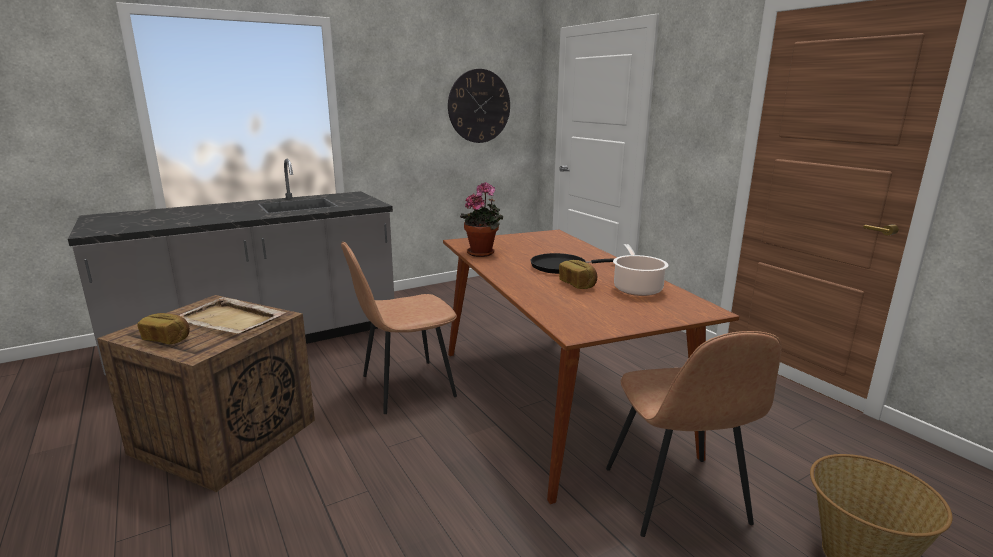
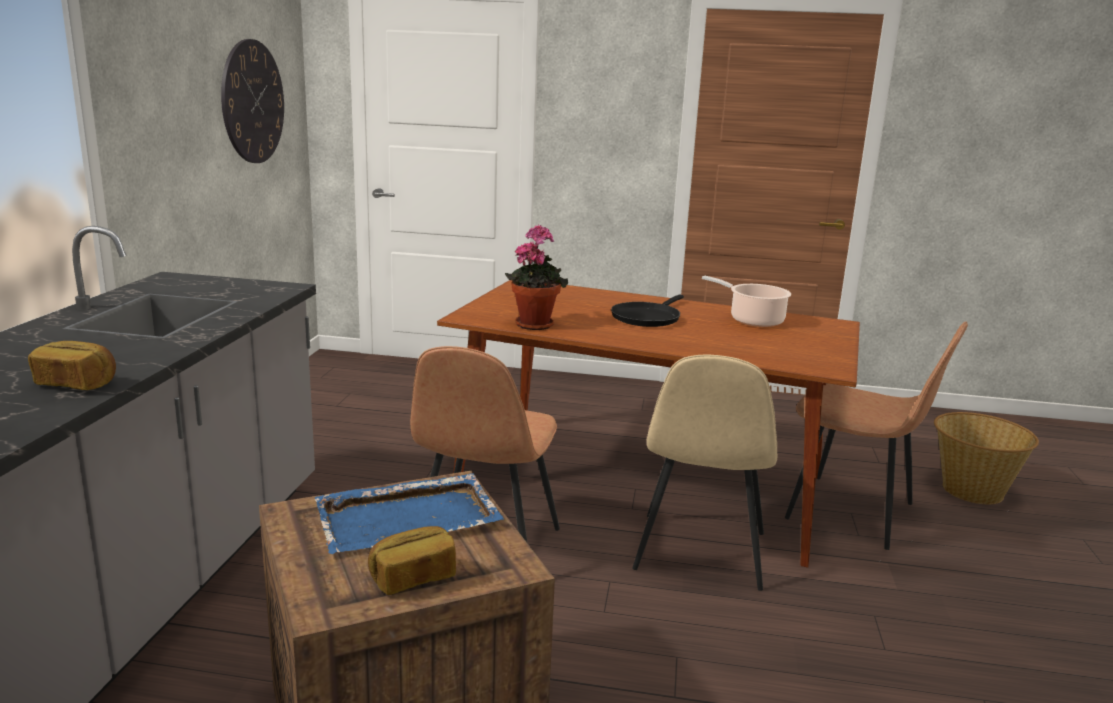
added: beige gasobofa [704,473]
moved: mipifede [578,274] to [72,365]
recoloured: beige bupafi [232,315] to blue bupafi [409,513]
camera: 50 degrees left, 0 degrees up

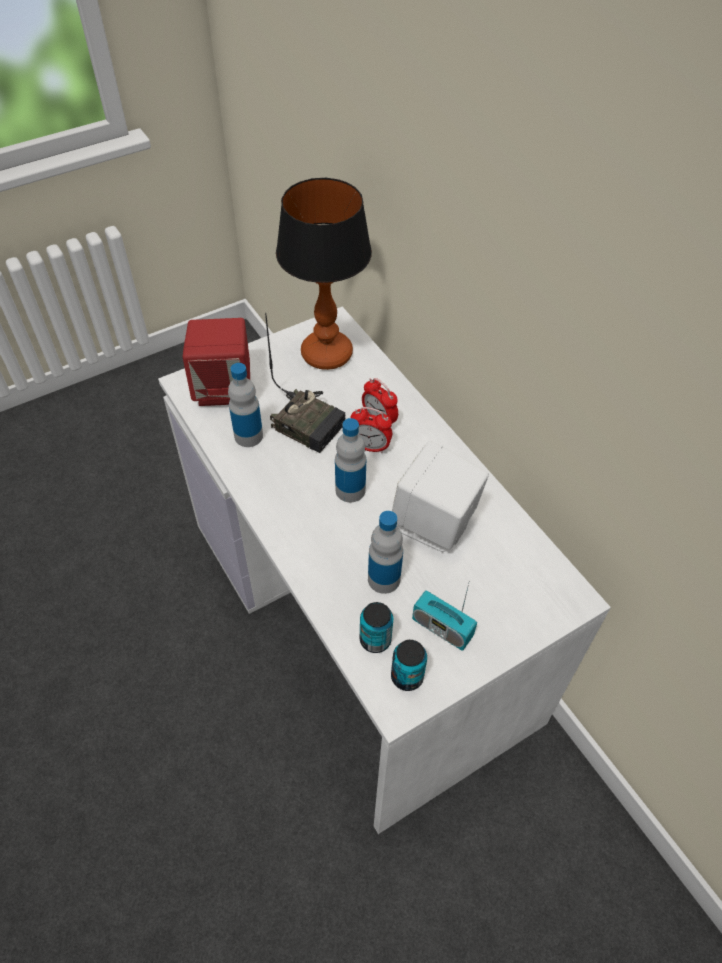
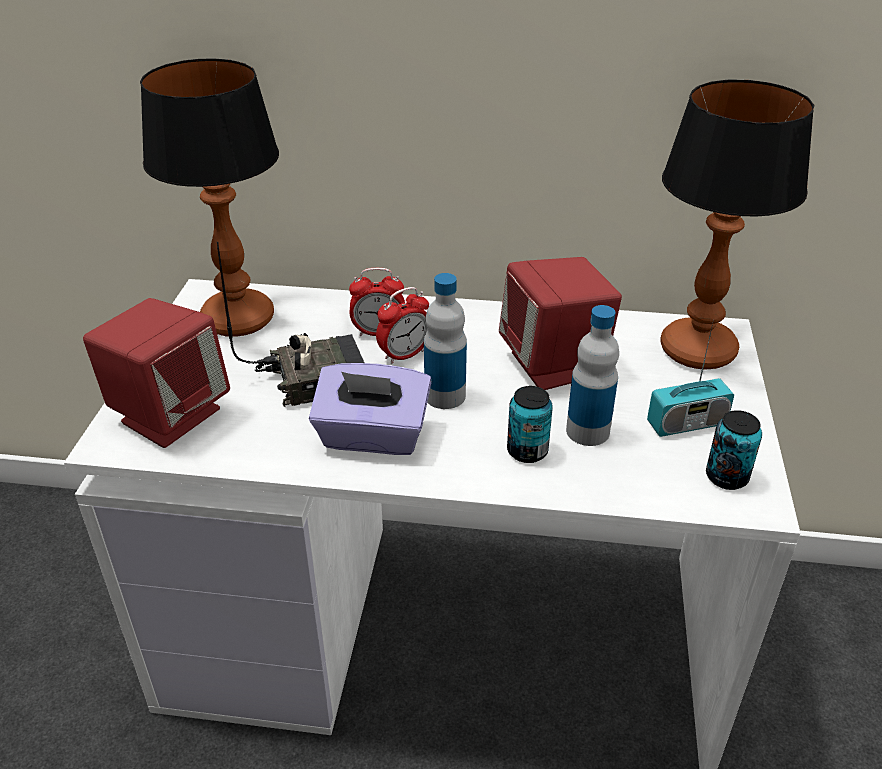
removed: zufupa [245,405]
added: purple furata [370,409]; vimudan [737,225]
moved: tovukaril [376,627] to [530,424]
recoloured: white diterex [440,496] to red diterex [560,323]
camera: 50 degrees left, 15 degrees down

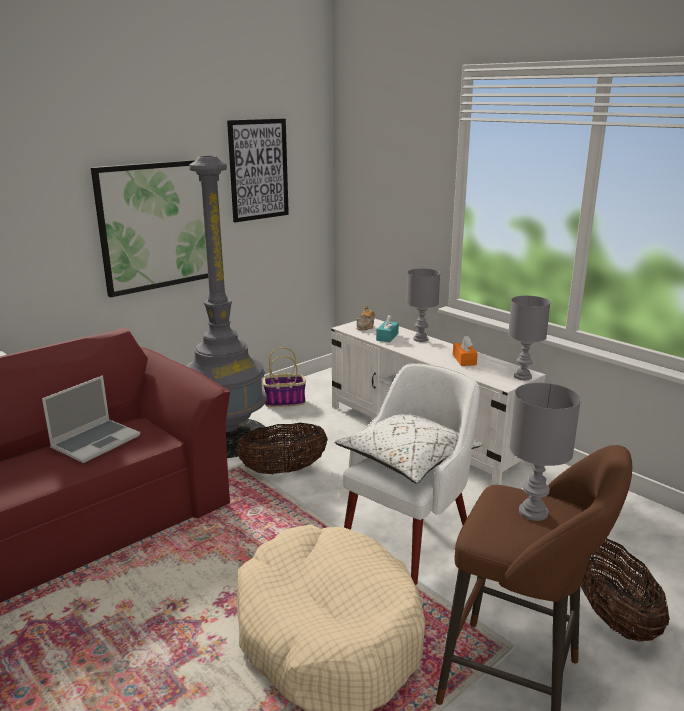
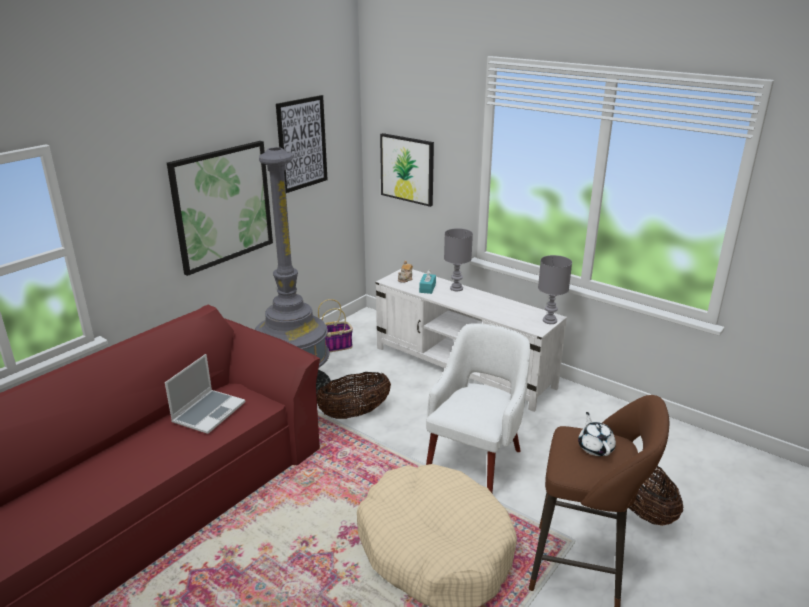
removed: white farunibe [408,448]; orange furata [465,351]
added: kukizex [407,170]
replaced: grey vimudan [545,452] to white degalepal [597,434]
camera: 10 degrees left, 5 degrees up

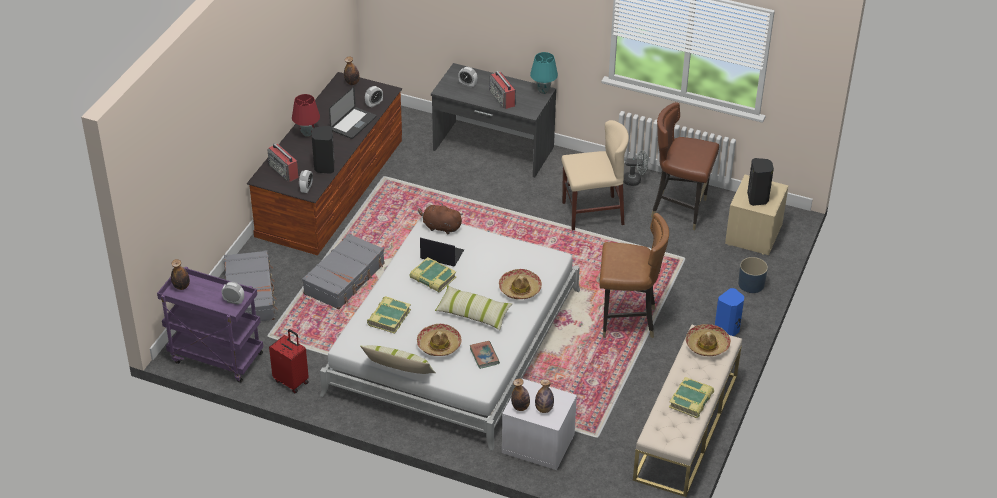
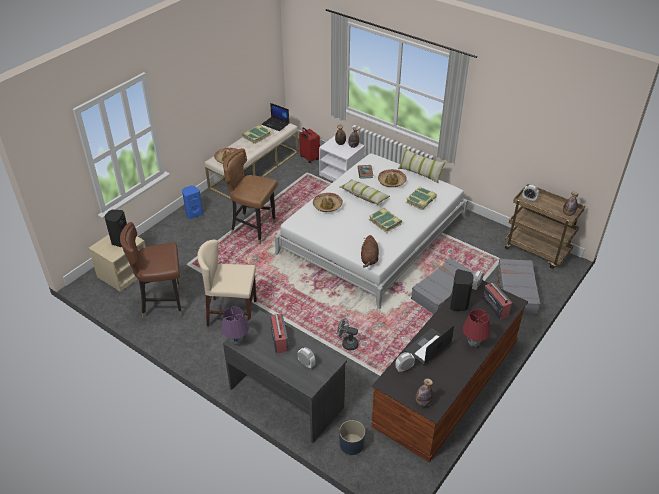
moved: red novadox [289,361] to [309,145]; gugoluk [442,252] to [275,117]; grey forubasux [636,168] to [348,334]; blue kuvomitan [753,275] to [352,437]
recoloured: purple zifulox [210,325] to brown zifulox [545,226]; turquoise vimudan [544,73] to purple vimudan [235,326]
turned: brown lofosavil [440,218] = [370,251] 60 degrees clockwise; brown gasobofa [685,166] = [151,270] 135 degrees clockwise
camera: 165 degrees left, 0 degrees up

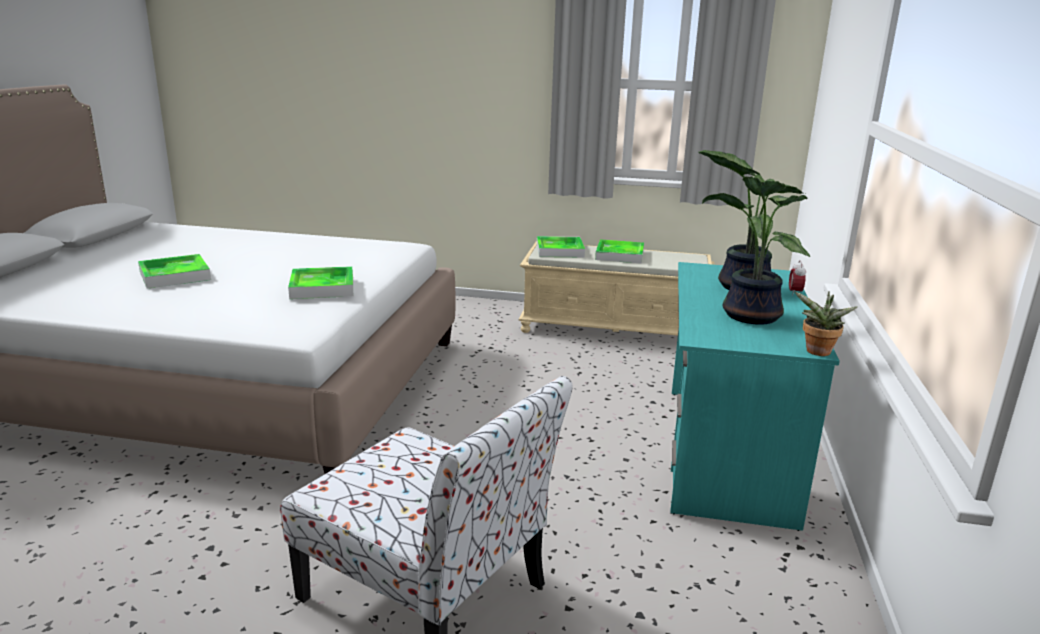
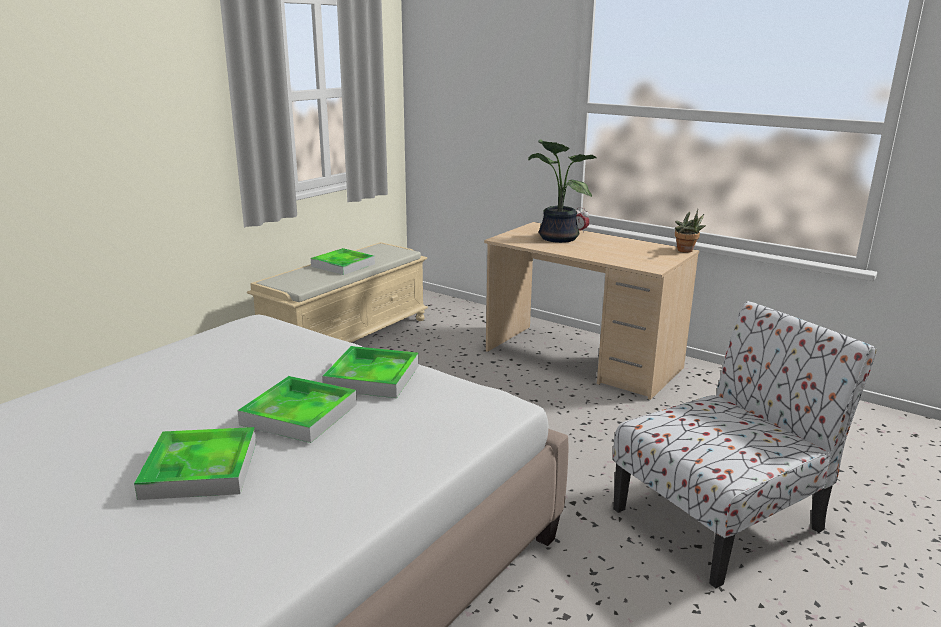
removed: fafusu [756,250]
moved: bupafi [561,247] to [297,409]
recoloured: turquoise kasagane [755,396] to beige kasagane [591,311]
camera: 65 degrees left, 0 degrees up

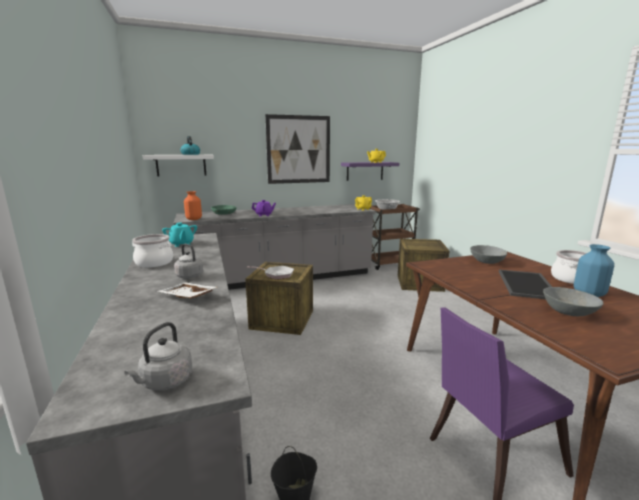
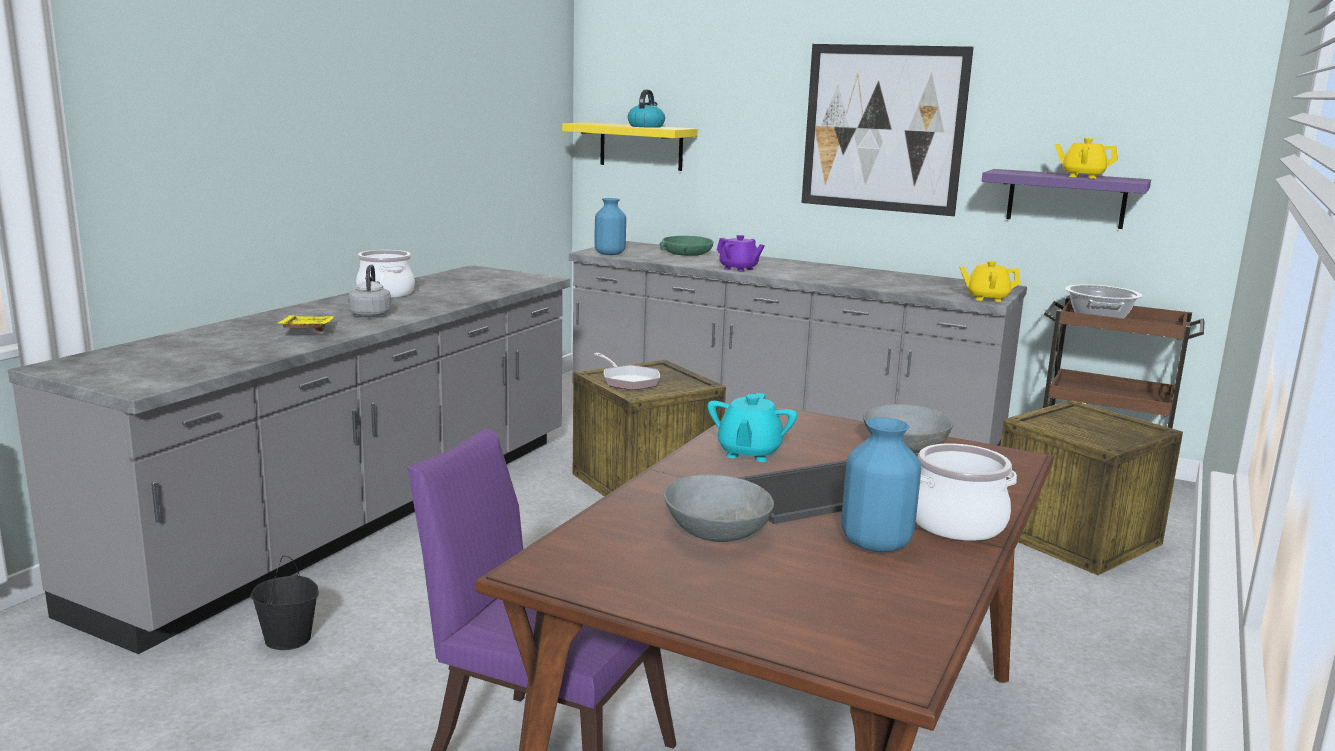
removed: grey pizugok [158,356]
moved: turquoise degalepal [179,234] to [752,427]
recoloured: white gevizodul [178,166] to yellow gevizodul [630,146]; white bupafi [187,291] to yellow bupafi [305,323]; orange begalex [193,205] to blue begalex [610,226]
camera: 45 degrees right, 0 degrees up

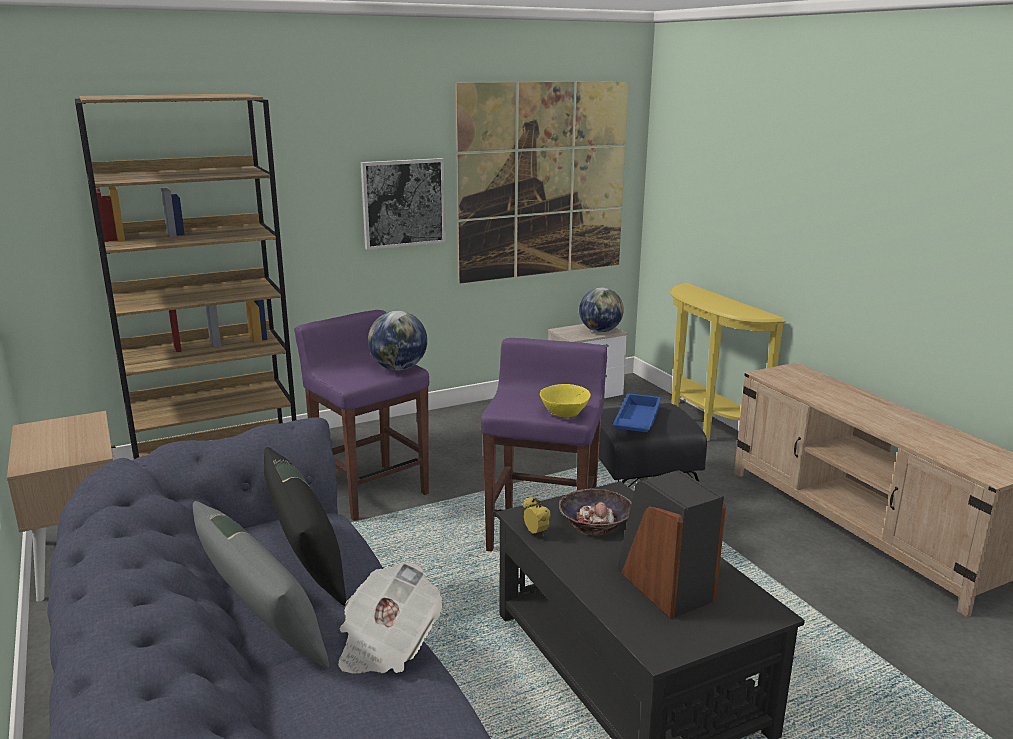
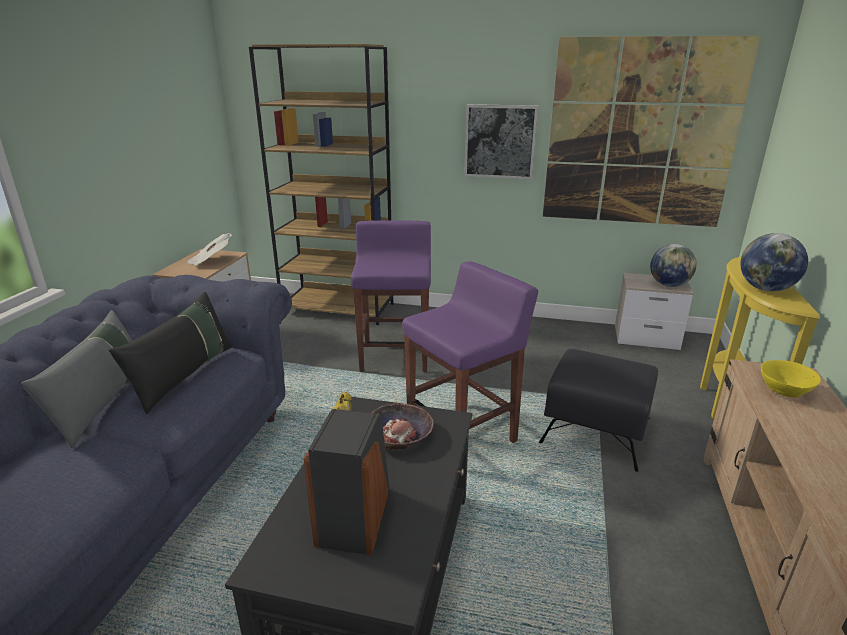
removed: blue bupafi [637,412]
moved: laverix [390,617] to [210,249]; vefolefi [397,340] to [774,262]; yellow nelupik [565,400] to [791,379]
camera: 40 degrees right, 5 degrees up

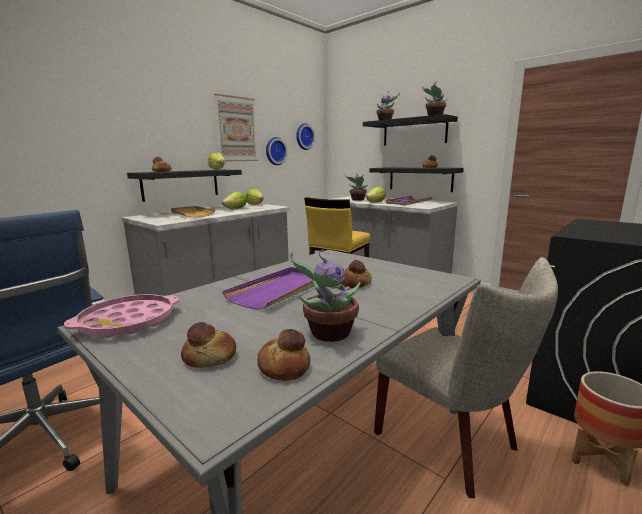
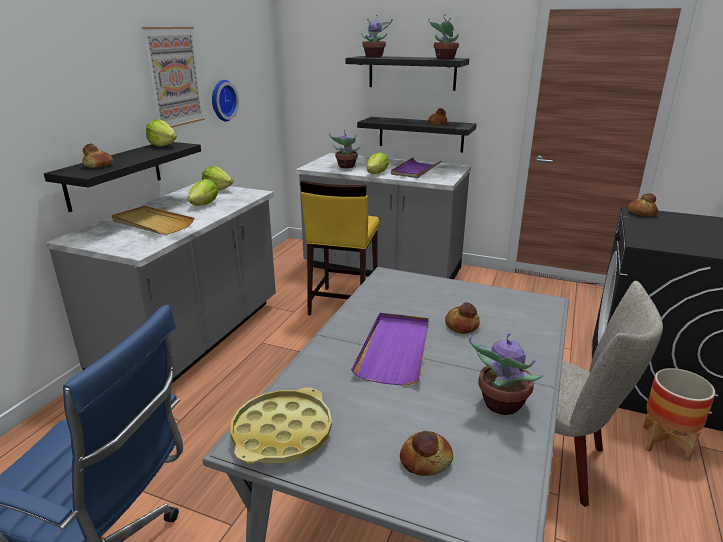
removed: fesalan [305,136]
moved: mipifede [283,355] to [643,205]
recoloured: pink bupafi [121,316] to yellow bupafi [281,425]
camera: 20 degrees left, 10 degrees up

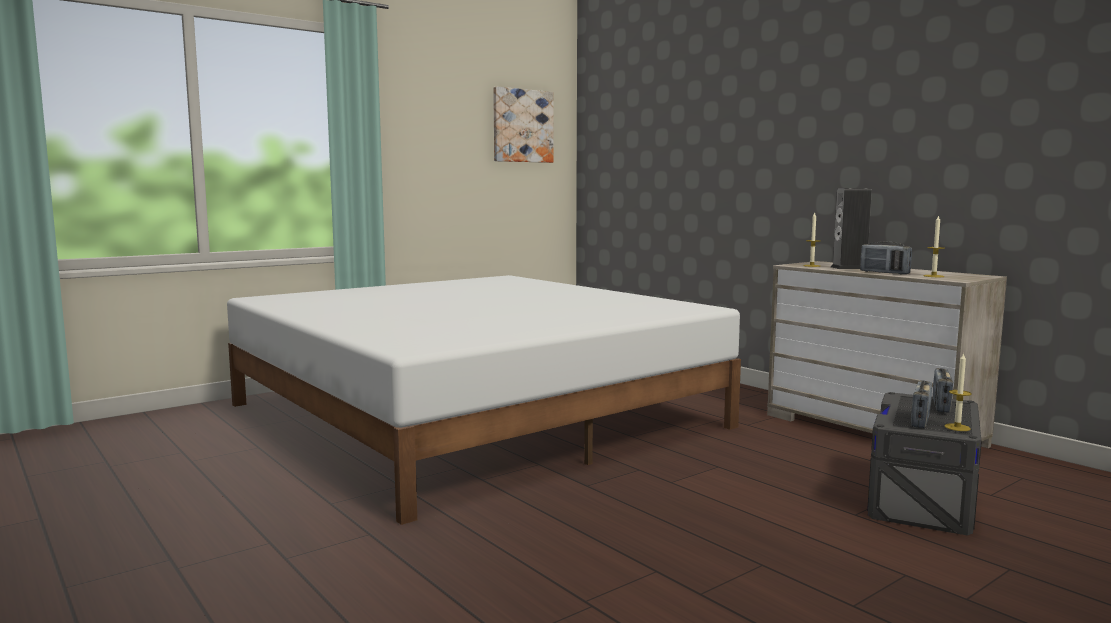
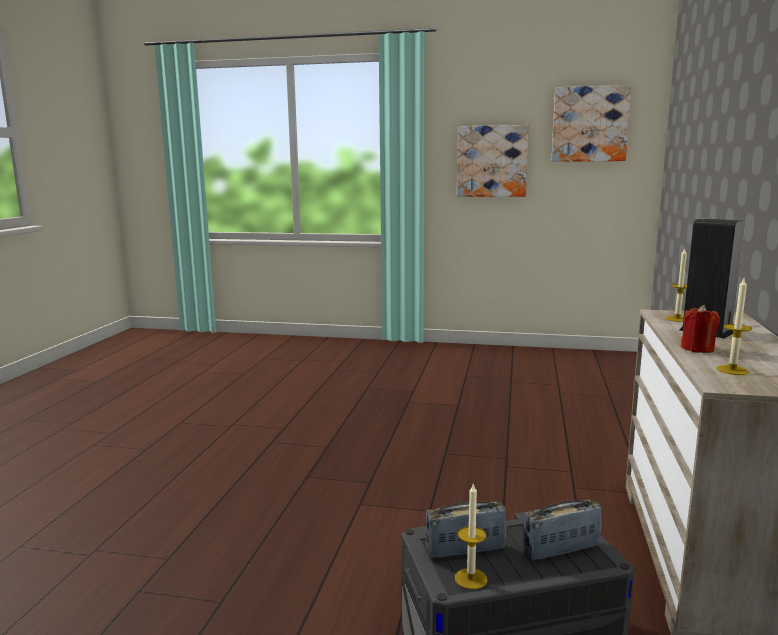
removed: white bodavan [484,400]
added: kukizex [493,161]
replaced: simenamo [886,258] to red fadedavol [700,329]
camera: 50 degrees right, 5 degrees up

